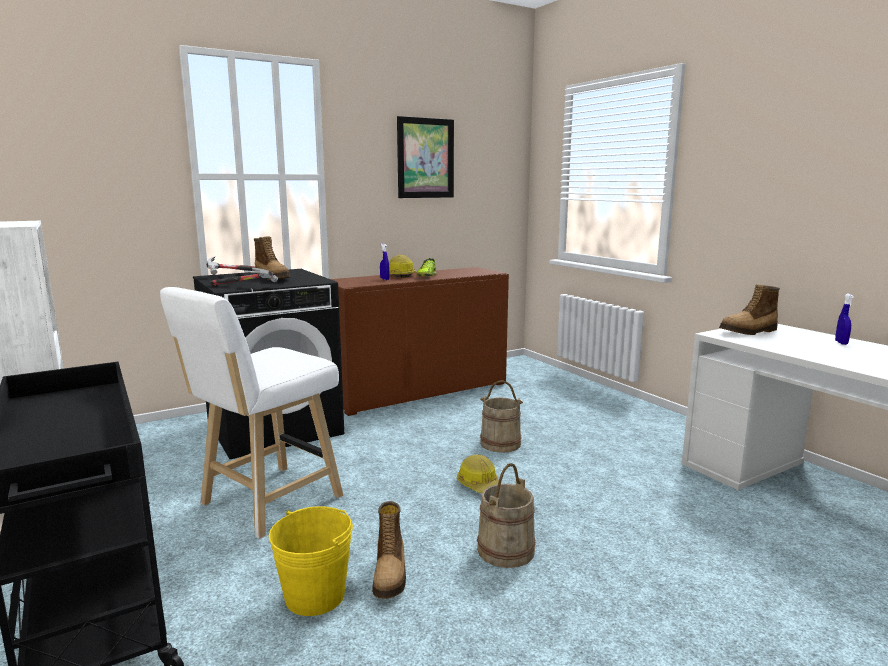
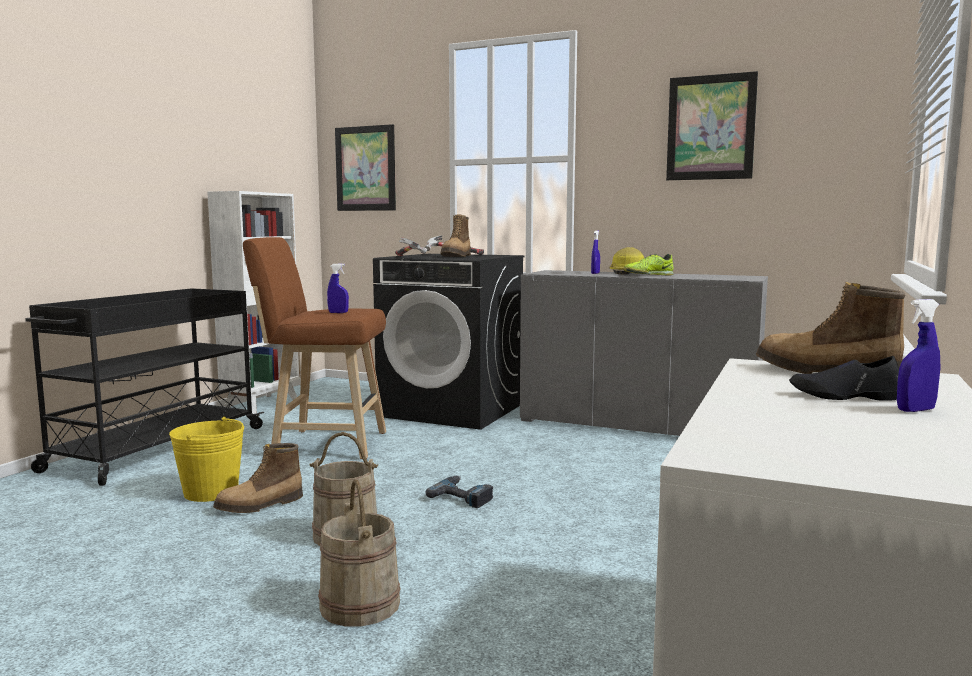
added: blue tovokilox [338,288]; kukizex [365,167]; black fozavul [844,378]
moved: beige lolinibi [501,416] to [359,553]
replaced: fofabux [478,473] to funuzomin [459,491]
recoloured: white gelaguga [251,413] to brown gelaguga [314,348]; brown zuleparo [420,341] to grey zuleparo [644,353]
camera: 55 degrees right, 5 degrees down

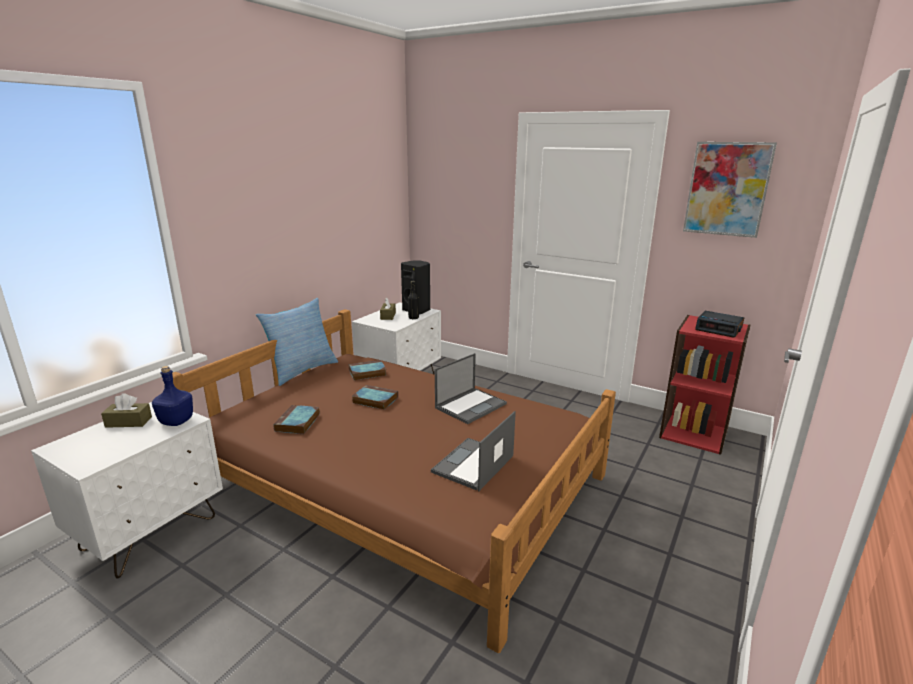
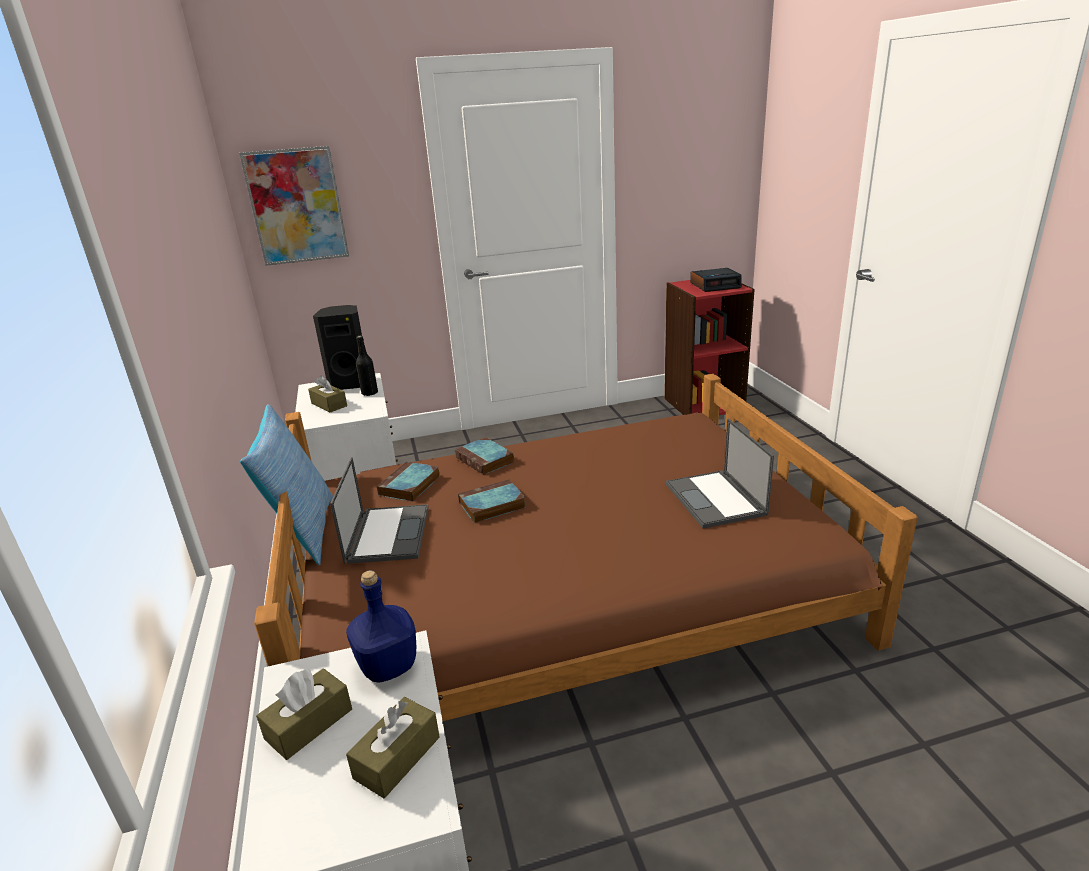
added: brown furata [393,747]
moved: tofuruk [296,419] to [484,456]; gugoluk [471,388] to [379,510]; kukizex [730,190] to [294,206]
camera: 45 degrees left, 5 degrees up

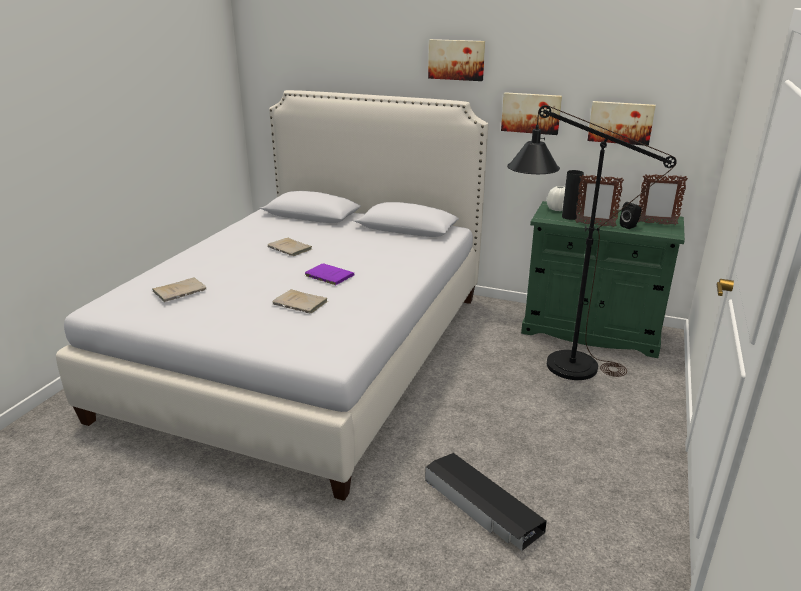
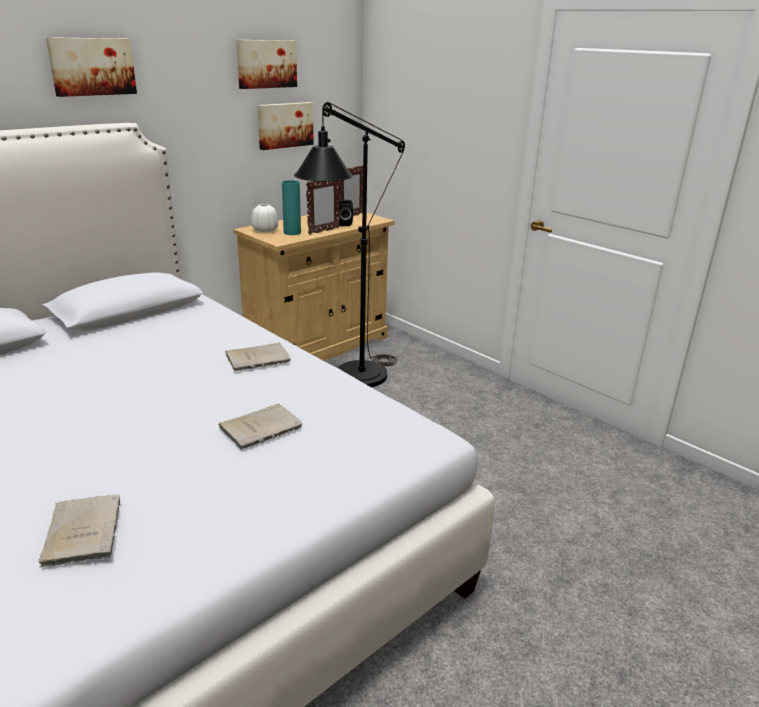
removed: purple tofuruk [330,274]; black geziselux [486,502]
moved: beige tofuruk [290,247] to [258,356]; kukizex [531,113] to [266,64]
recoloured: green zuleparo [603,279] to beige zuleparo [314,285]; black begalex [573,195] to turquoise begalex [291,207]
camera: 65 degrees left, 0 degrees up

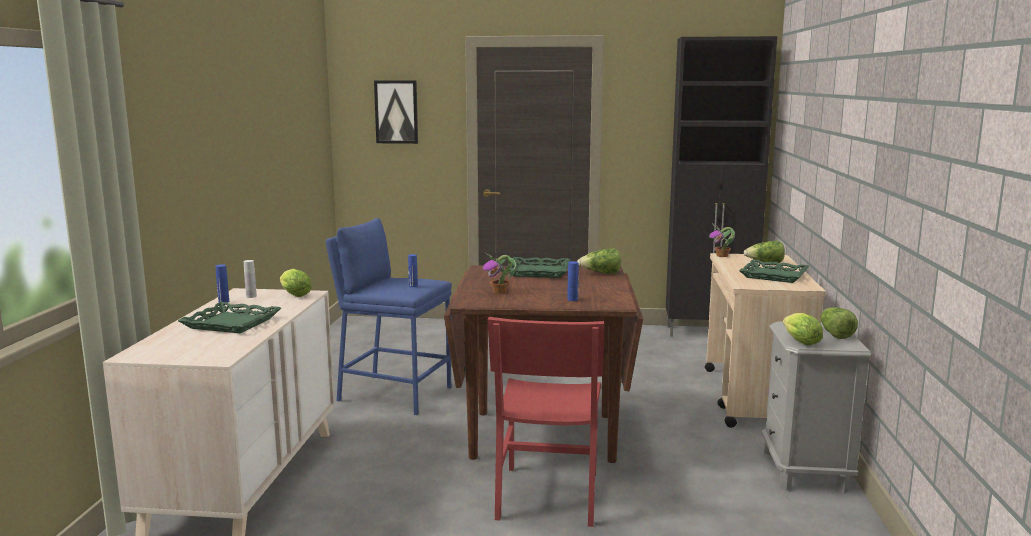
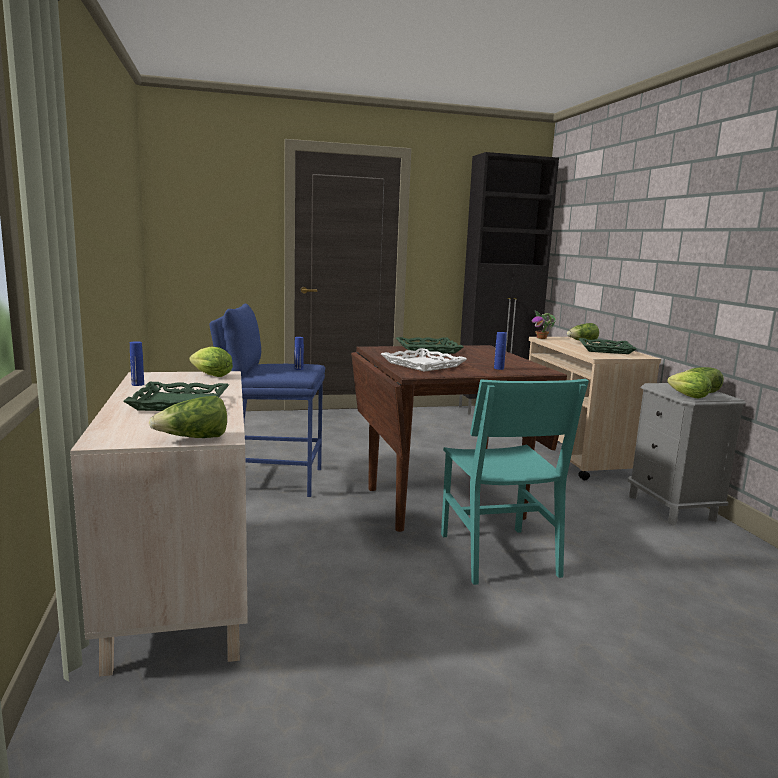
removed: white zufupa [250,279]; kukizex [396,112]
moved: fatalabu [599,261] to [188,417]
replaced: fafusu [499,273] to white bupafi [424,360]
recoloured: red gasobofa [545,422] to turquoise gasobofa [515,482]
camera: 20 degrees left, 0 degrees up

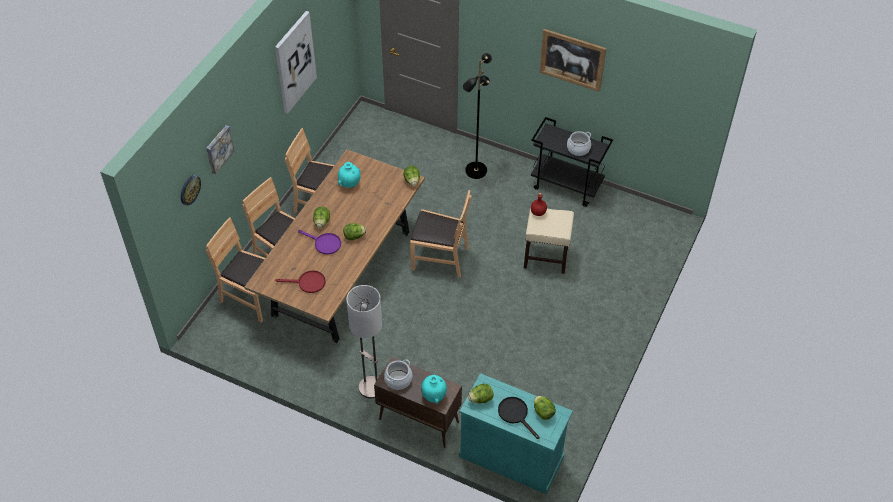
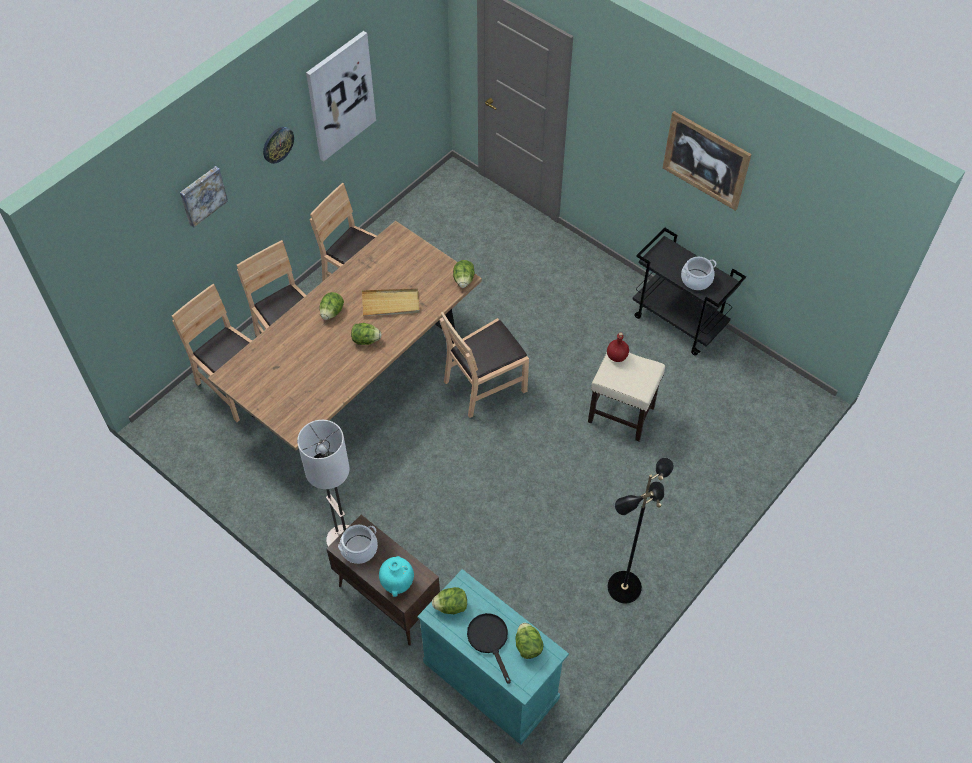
removed: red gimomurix [300,281]; purple gimomurix [319,242]; turquoise begalex [349,175]
added: beige bupafi [391,302]
moved: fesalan [191,190] to [278,145]; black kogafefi [477,116] to [641,530]
turned: brown gasobofa [441,234] = [484,365] 120 degrees clockwise
camera: 15 degrees right, 5 degrees up

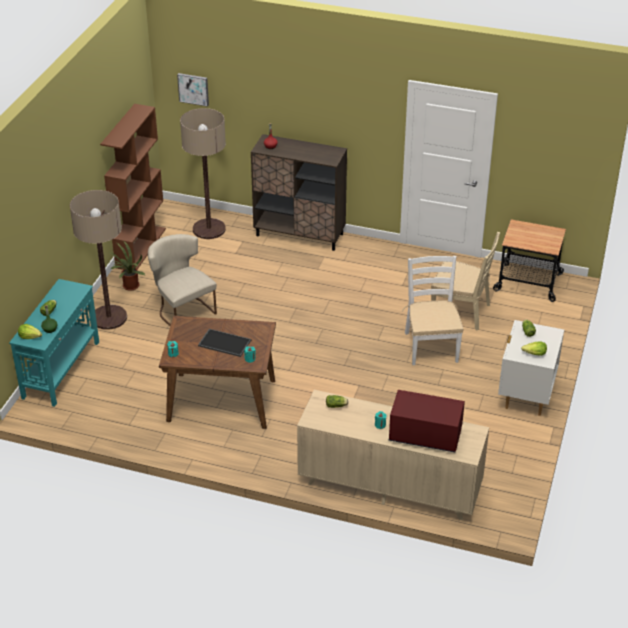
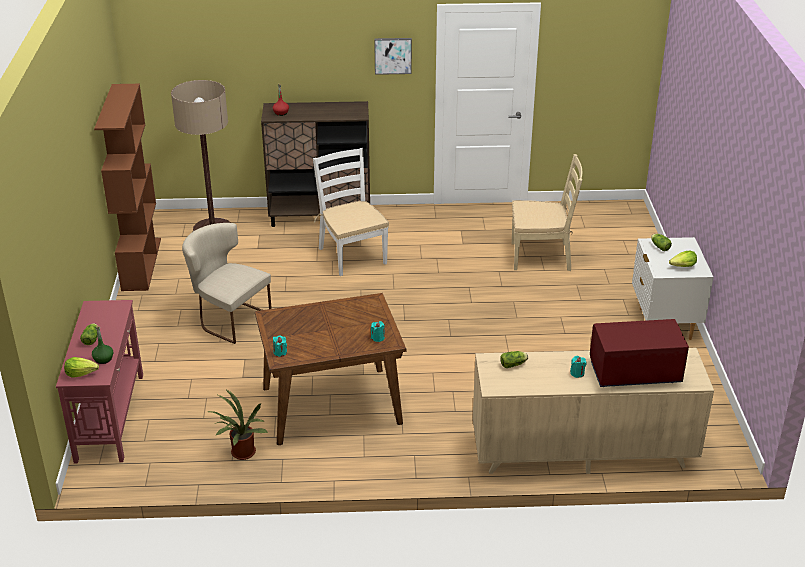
removed: kogafefi [98,260]; bupafi [224,343]; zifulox [529,260]
moved: fafusu [126,266] to [238,424]; kukizex [193,90] to [393,56]; white gasobofa [433,310] to [351,212]
recoloured: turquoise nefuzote [54,343] to red nefuzote [99,381]
camera: 20 degrees left, 5 degrees down

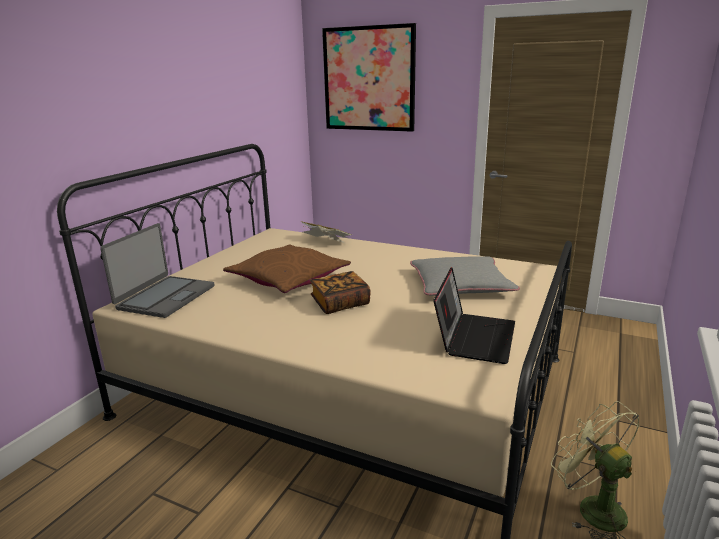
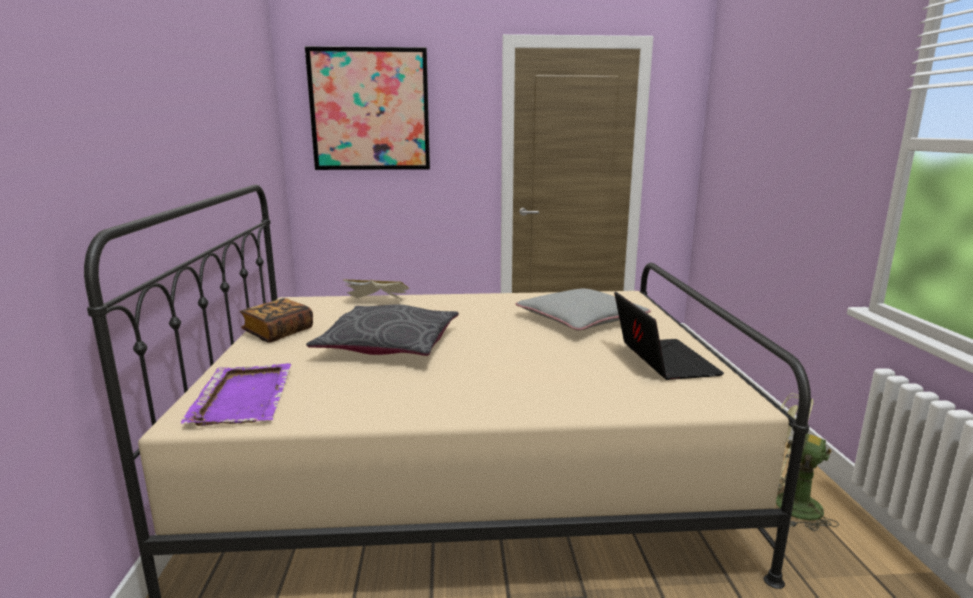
moved: tofuruk [340,292] to [276,320]
replaced: gugoluk [157,270] to purple bupafi [236,394]
recoloured: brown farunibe [287,268] to grey farunibe [382,330]
camera: 30 degrees left, 5 degrees down

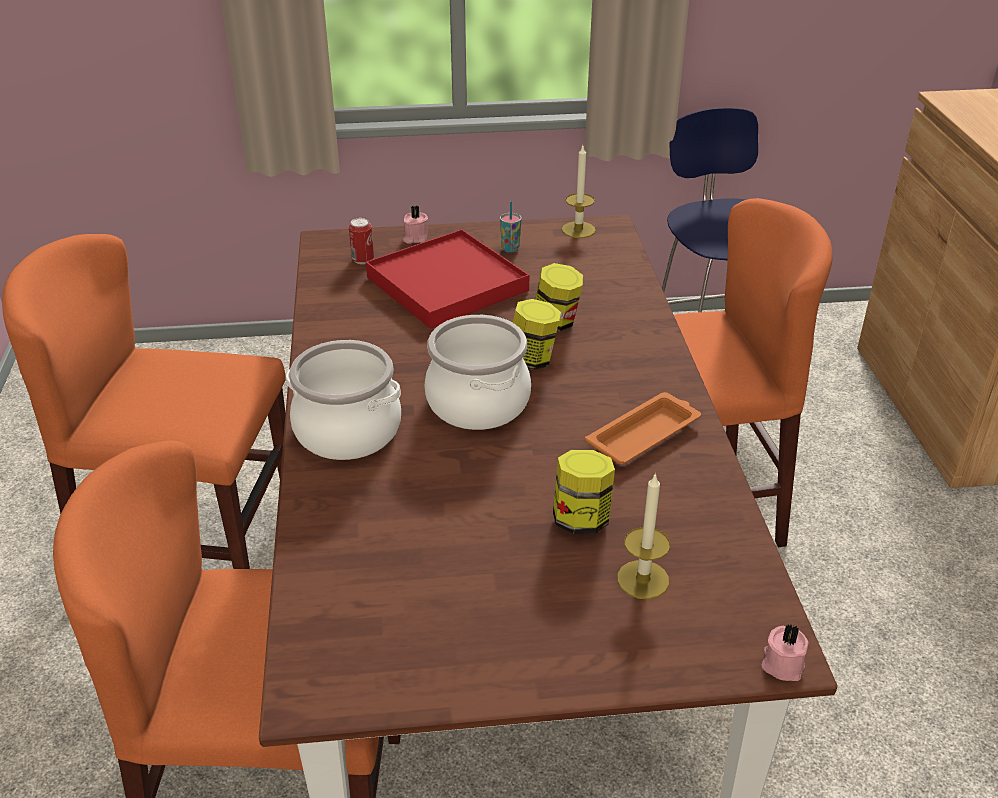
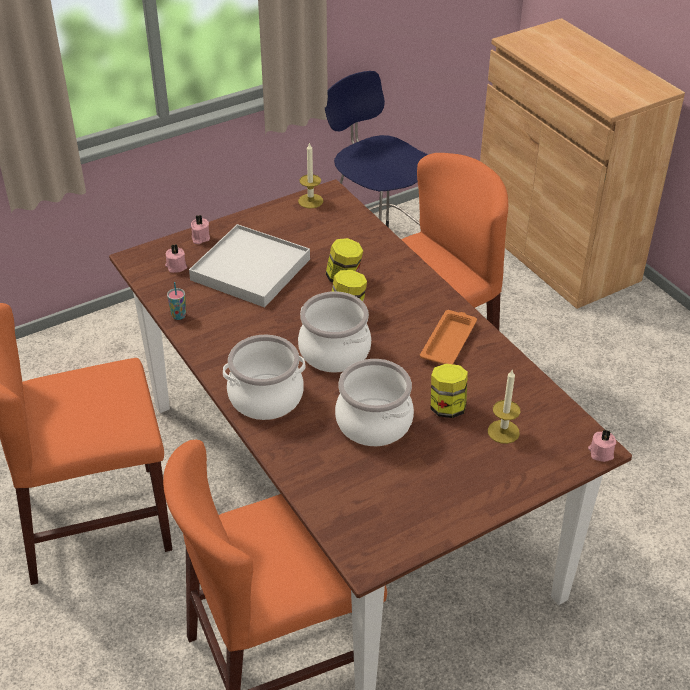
added: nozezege [374,402]
moved: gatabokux [511,227] to [176,301]
replaced: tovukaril [361,241] to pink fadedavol [176,258]
recoloured: red bupafi [447,279] to white bupafi [249,265]
camera: 25 degrees left, 5 degrees up

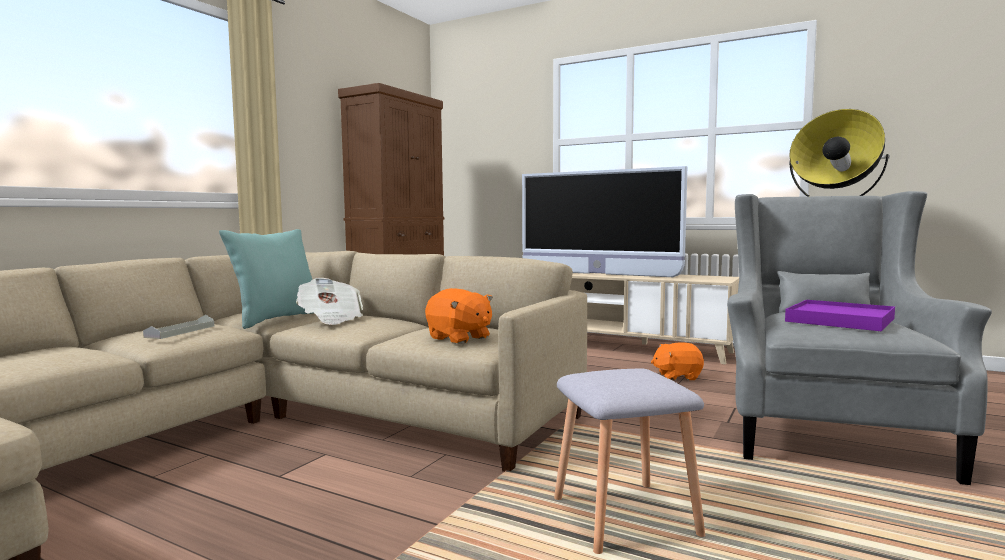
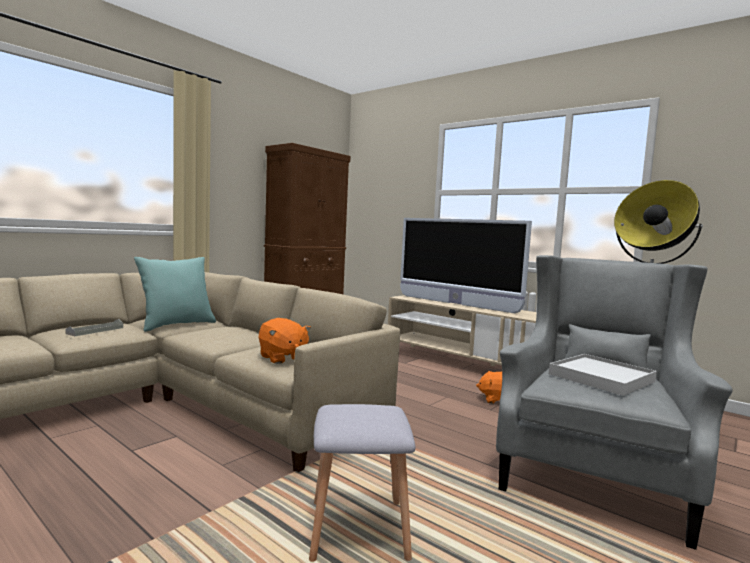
removed: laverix [329,301]
recoloured: purple bupafi [840,315] to white bupafi [603,375]
camera: 10 degrees right, 0 degrees up

